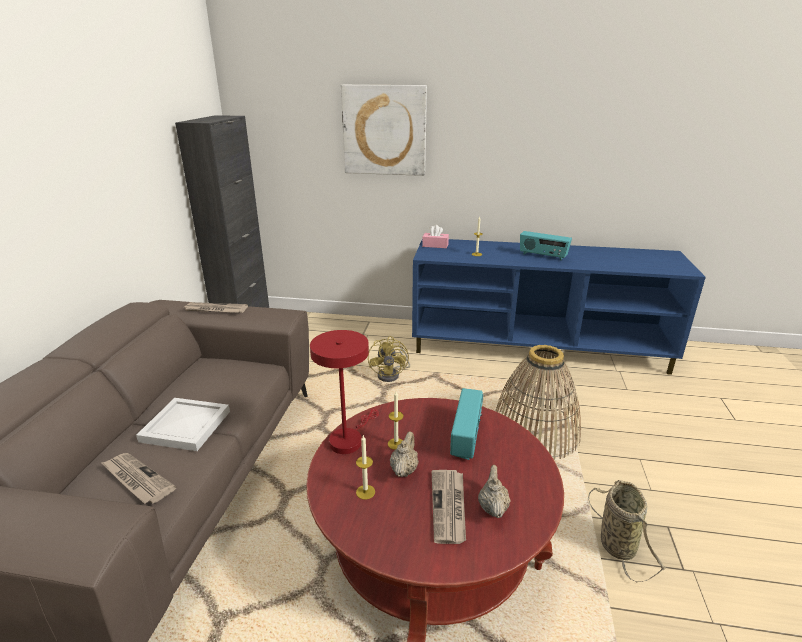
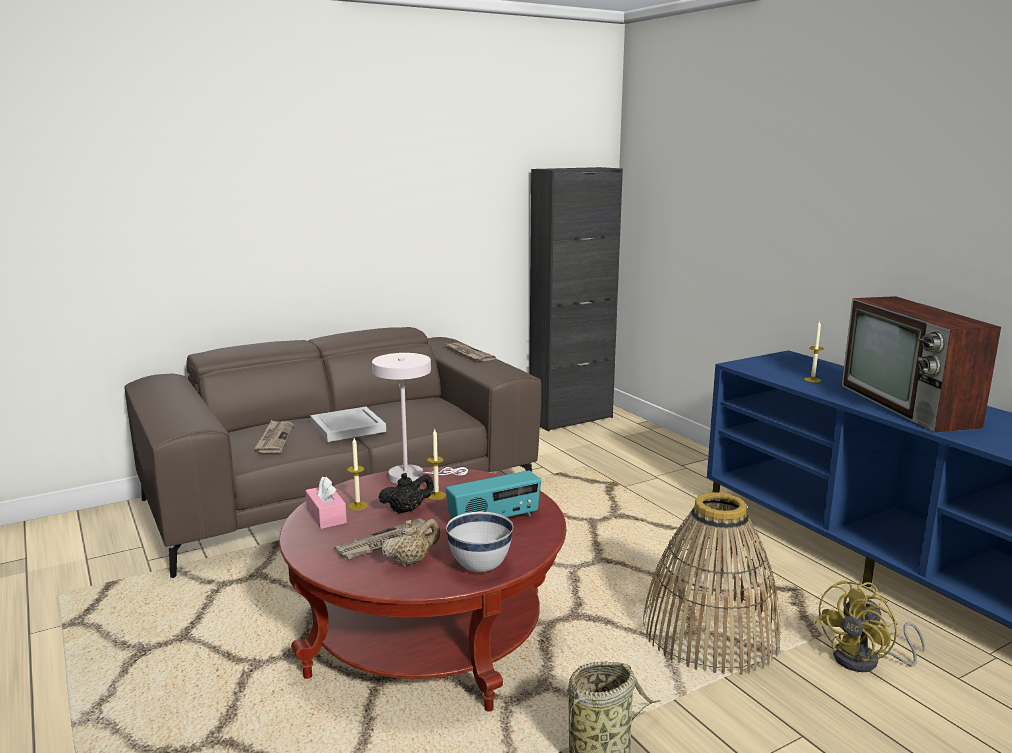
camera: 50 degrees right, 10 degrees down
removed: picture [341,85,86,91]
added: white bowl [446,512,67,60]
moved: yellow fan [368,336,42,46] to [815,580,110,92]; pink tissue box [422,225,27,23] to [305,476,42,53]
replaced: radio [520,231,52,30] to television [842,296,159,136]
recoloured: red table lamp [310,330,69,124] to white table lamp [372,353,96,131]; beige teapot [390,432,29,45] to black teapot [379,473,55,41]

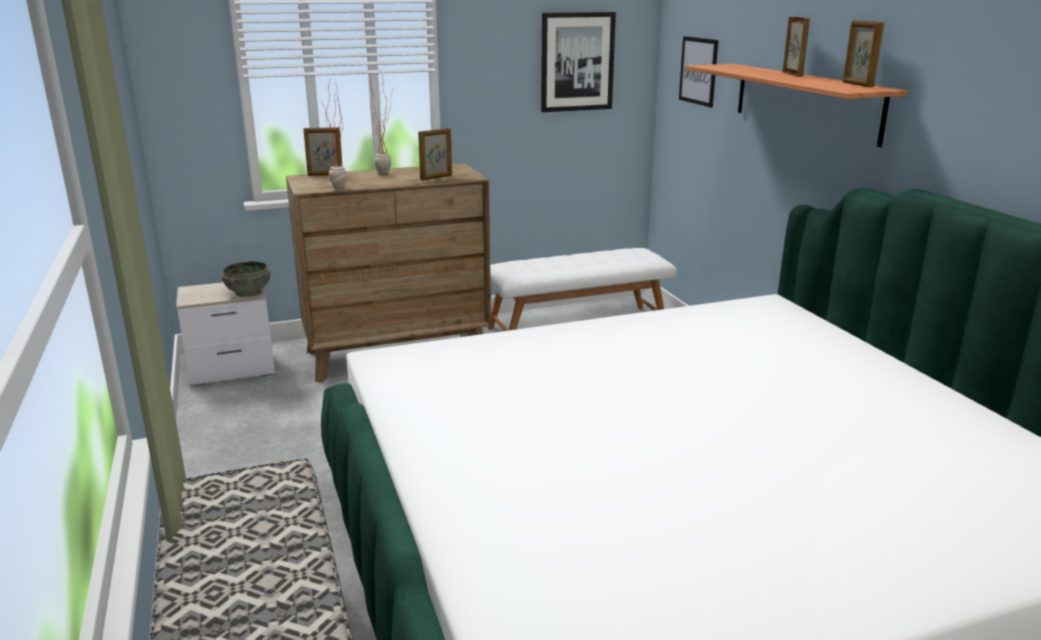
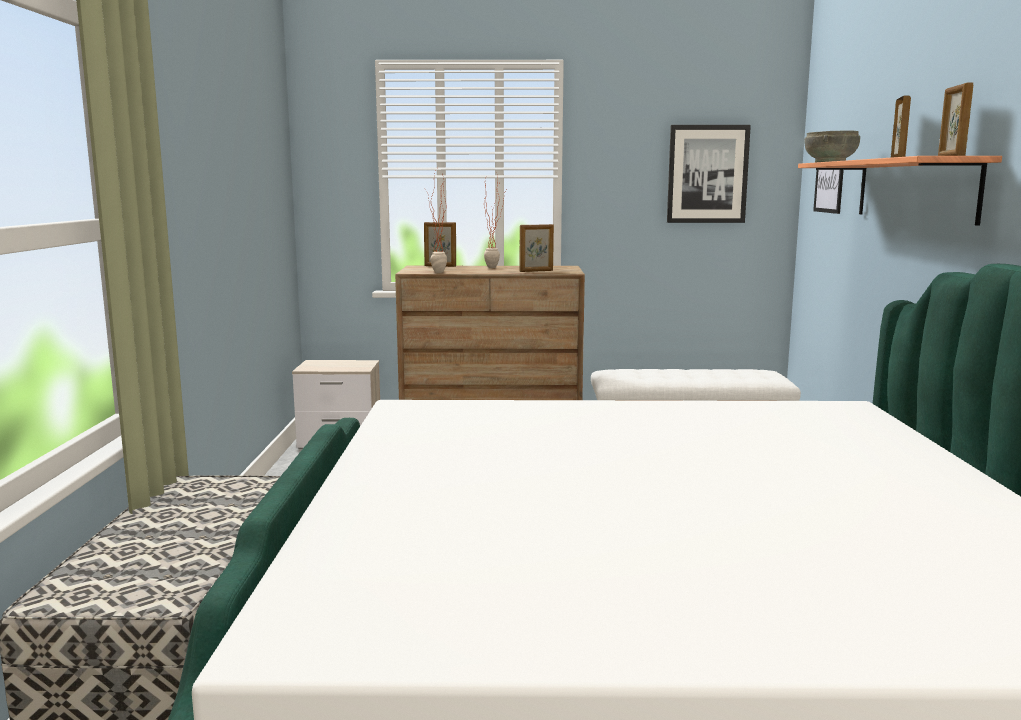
camera: 20 degrees right, 10 degrees down
moved: grey bowl [222,261,48,36] to [804,130,56,32]

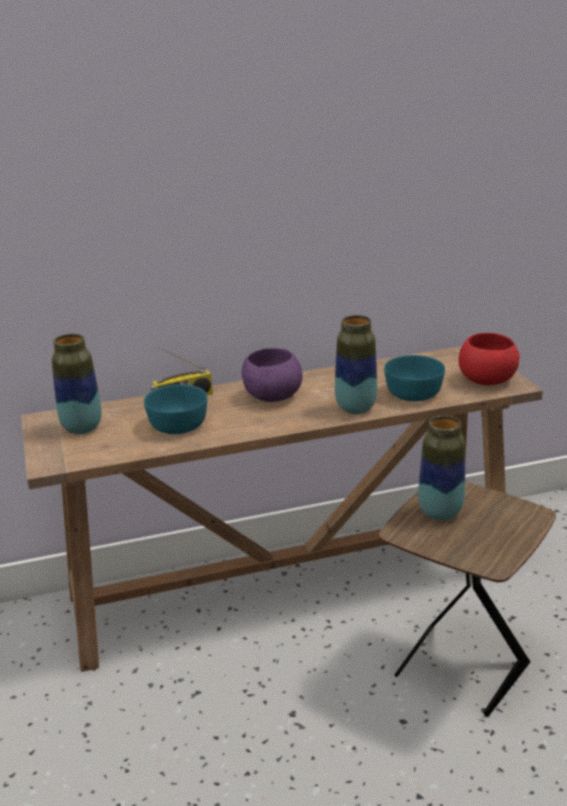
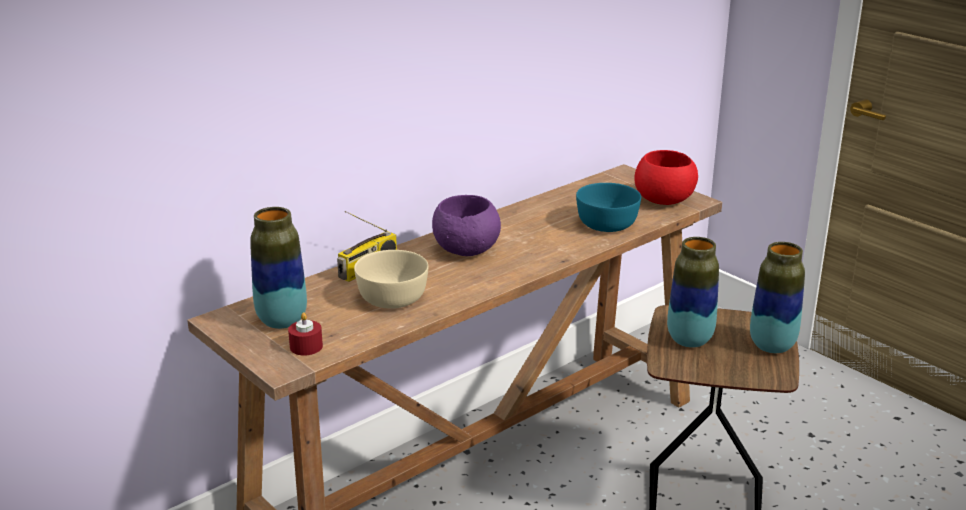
camera: 25 degrees left, 0 degrees up
added: red candle [288,313,35,43]
moved: vase [335,315,42,99] to [750,242,55,111]
recoloured: turquoise bowl [144,384,63,50] to beige bowl [354,250,74,59]

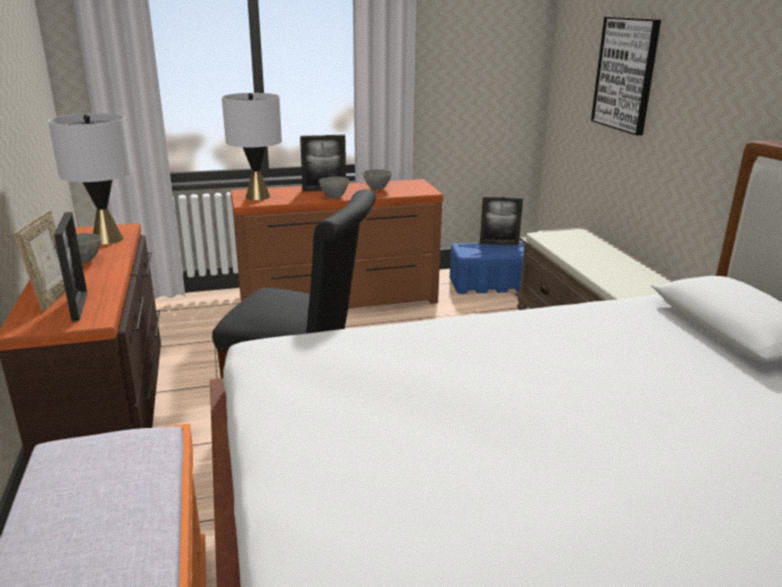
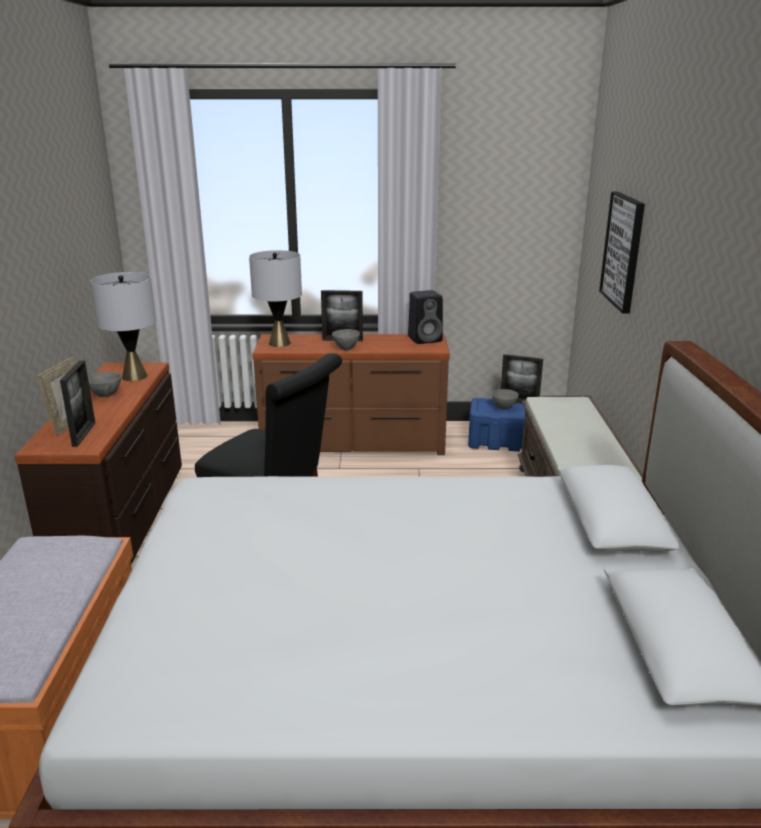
camera: 15 degrees right, 0 degrees up
added: black speaker [408,290,35,54]
moved: grey bowl [363,169,29,21] to [492,389,27,21]

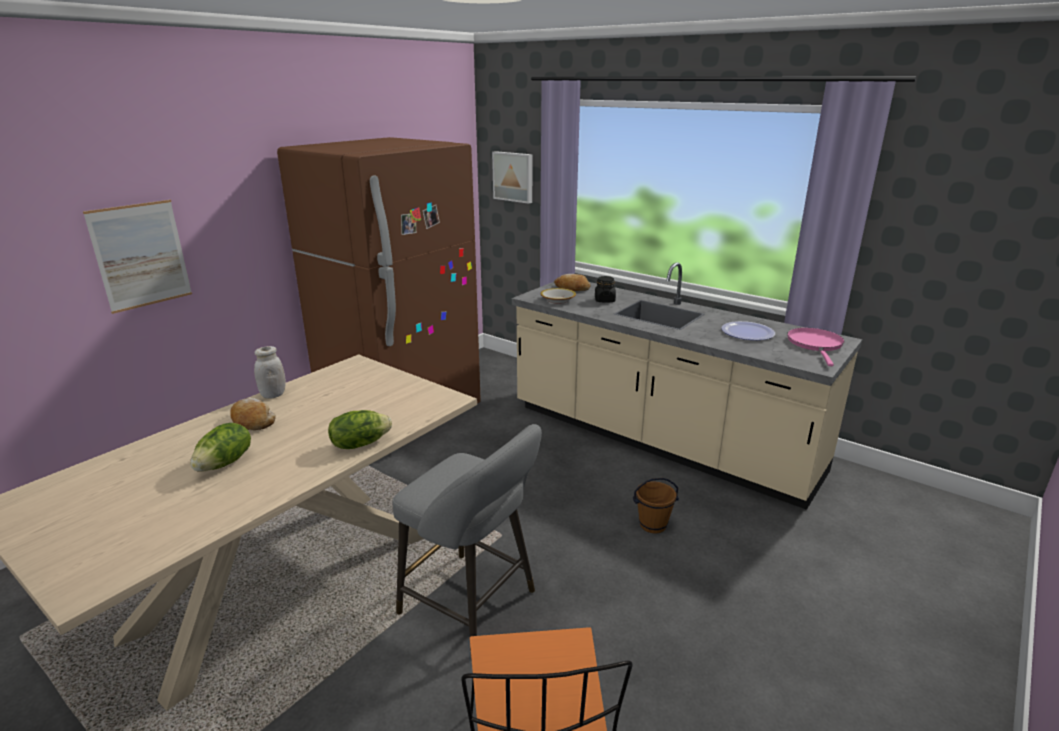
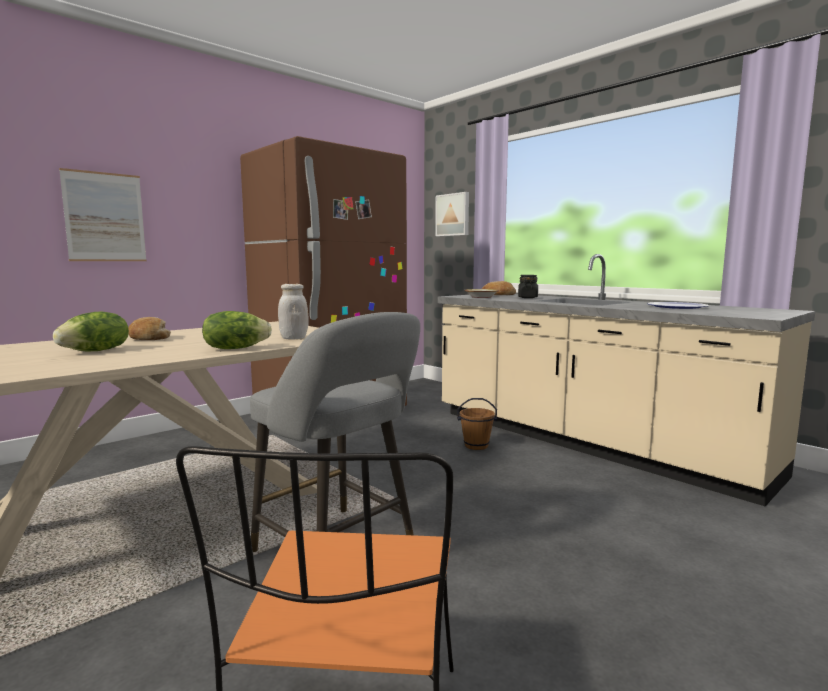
camera: 10 degrees right, 15 degrees down
removed: pink frying pan [787,328,57,38]
moved: white jar [254,346,32,53] to [278,284,31,56]; brown bucket [633,478,46,55] to [457,398,40,52]

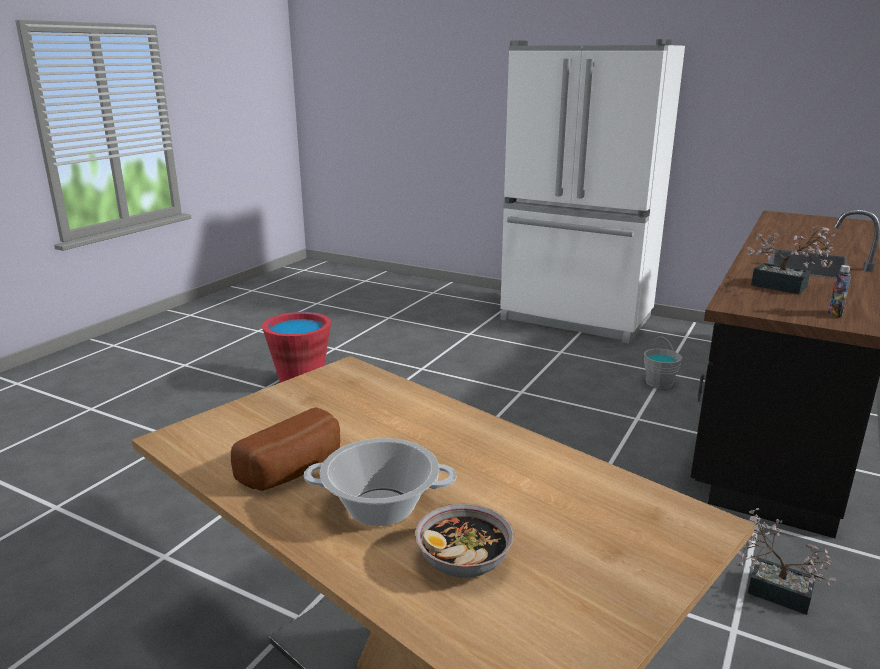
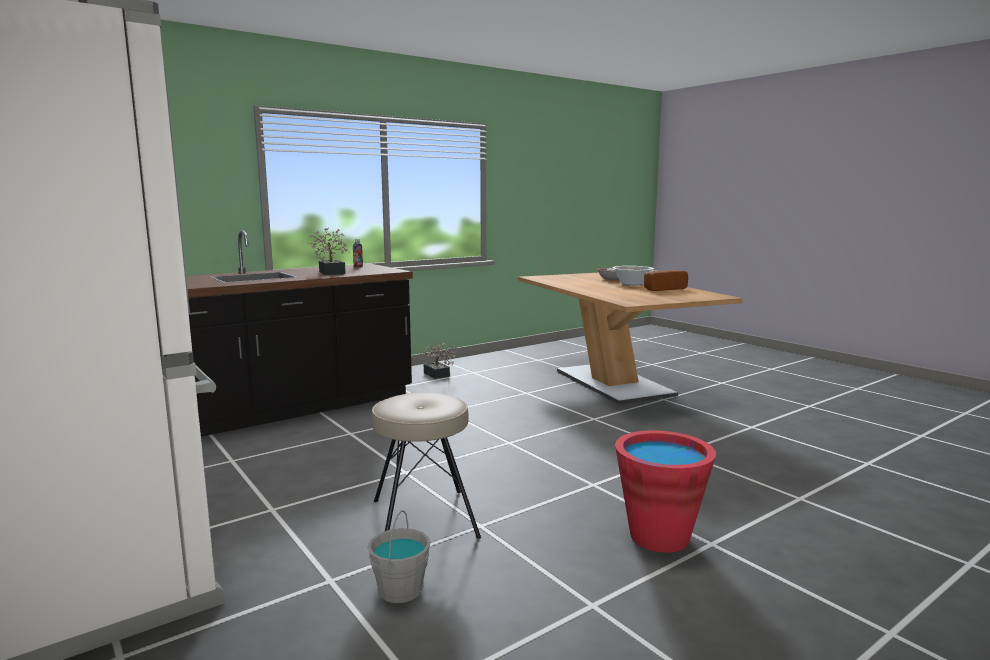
camera: 155 degrees left, 10 degrees down
added: beige stool [372,393,109,146]
moved: grey bucket [644,336,38,53] to [368,511,62,92]

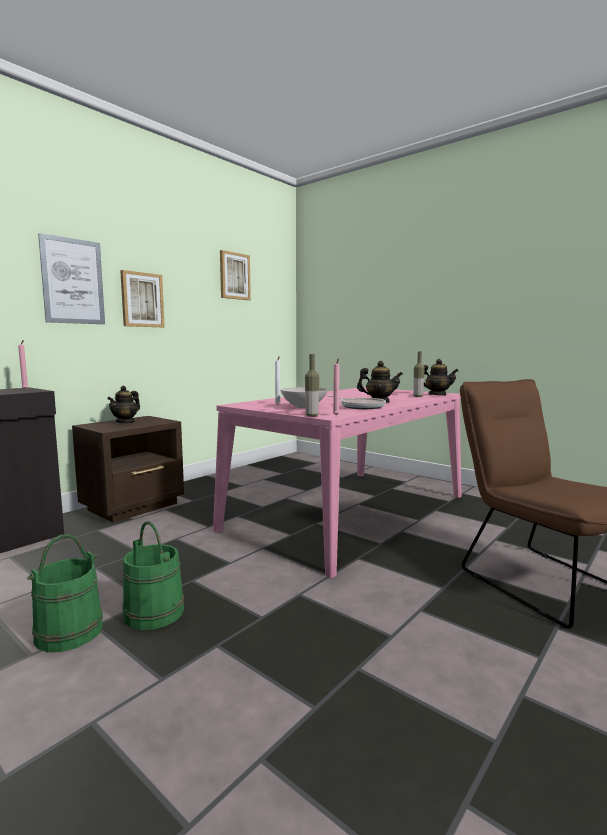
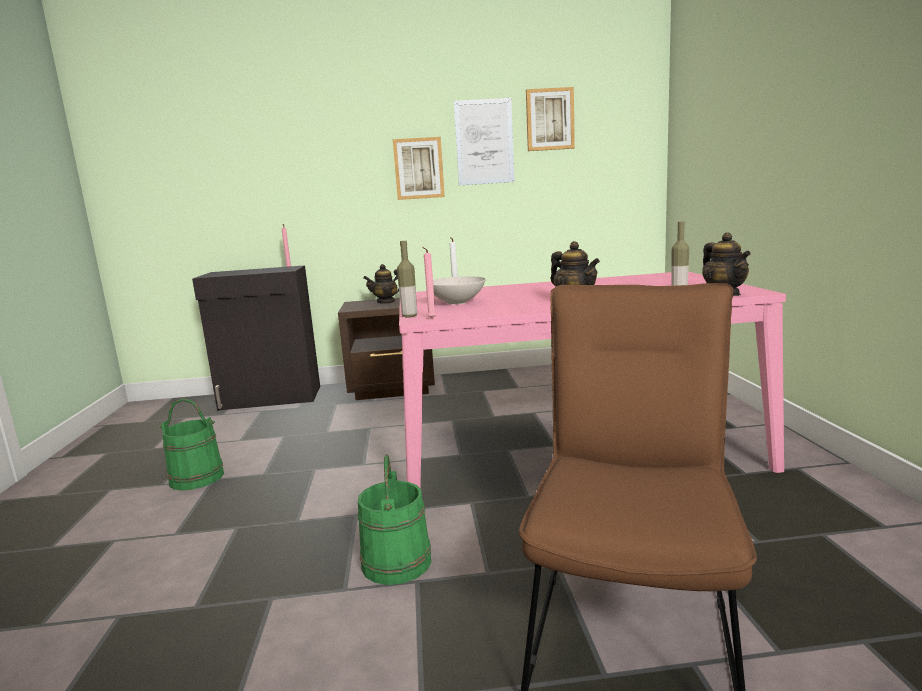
camera: 45 degrees right, 5 degrees up
removed: frying pan [328,395,58,14]
moved: picture [38,233,67,91] to [454,98,61,87]; green bucket [122,521,62,109] to [358,454,73,131]

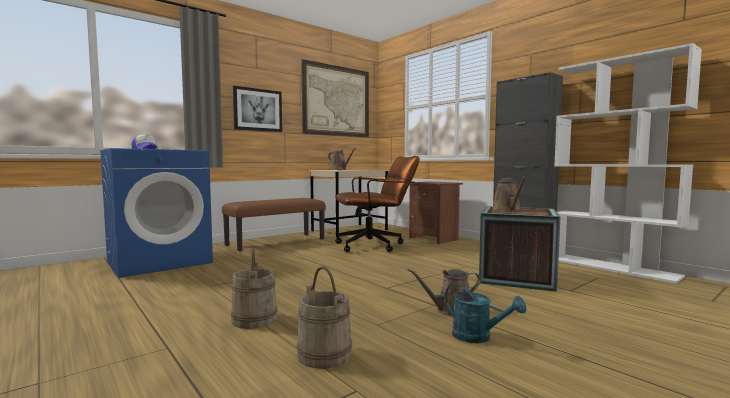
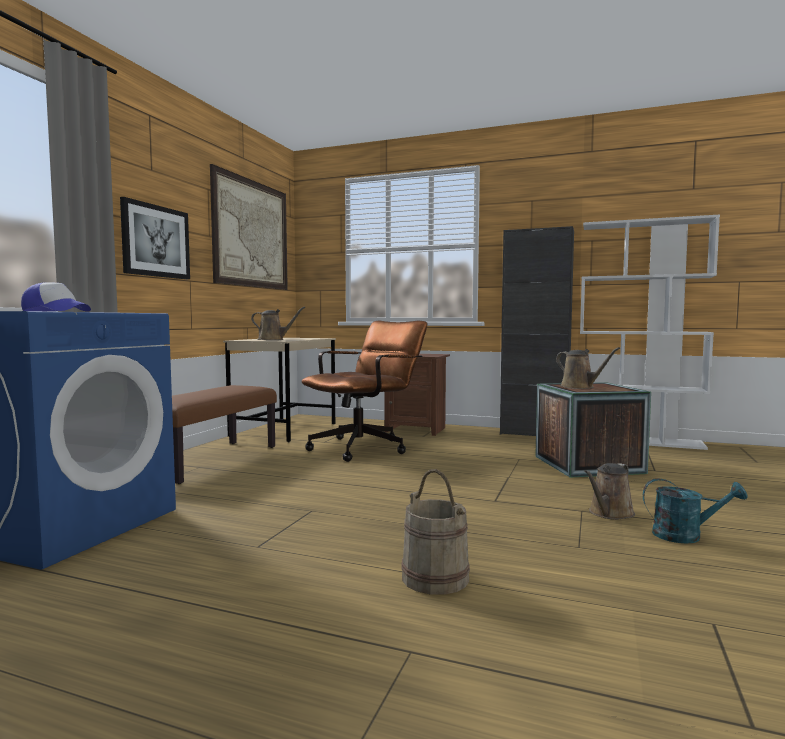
camera: 30 degrees left, 0 degrees up
removed: beige bucket [296,266,56,103]

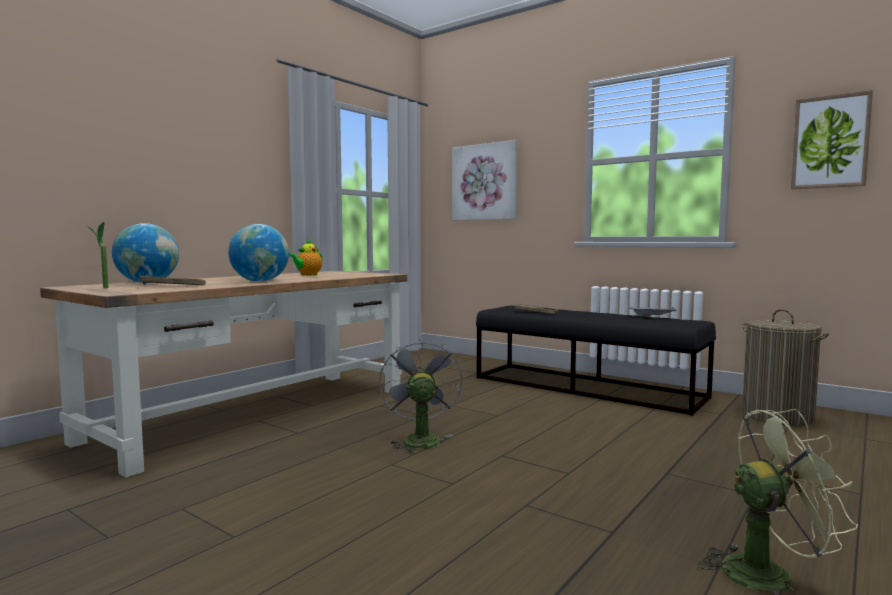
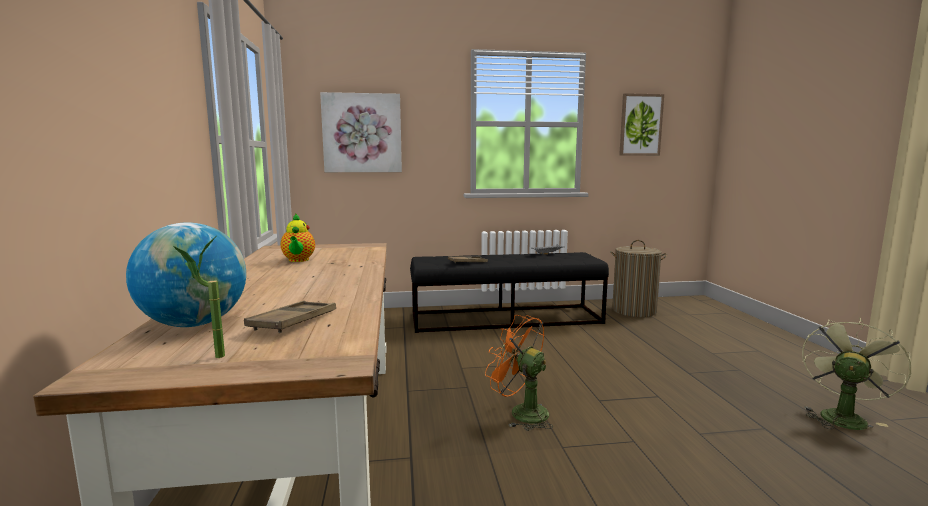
camera: 45 degrees left, 5 degrees up
removed: globe [228,224,61,58]
recoloured: grey fan [379,338,84,115] to orange fan [485,315,68,116]

